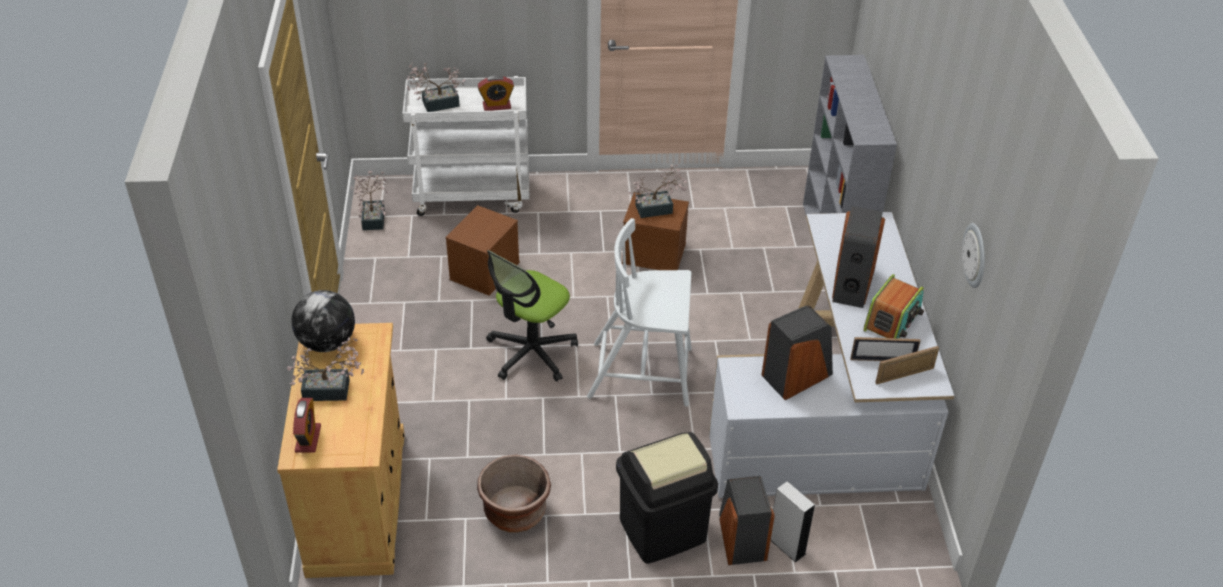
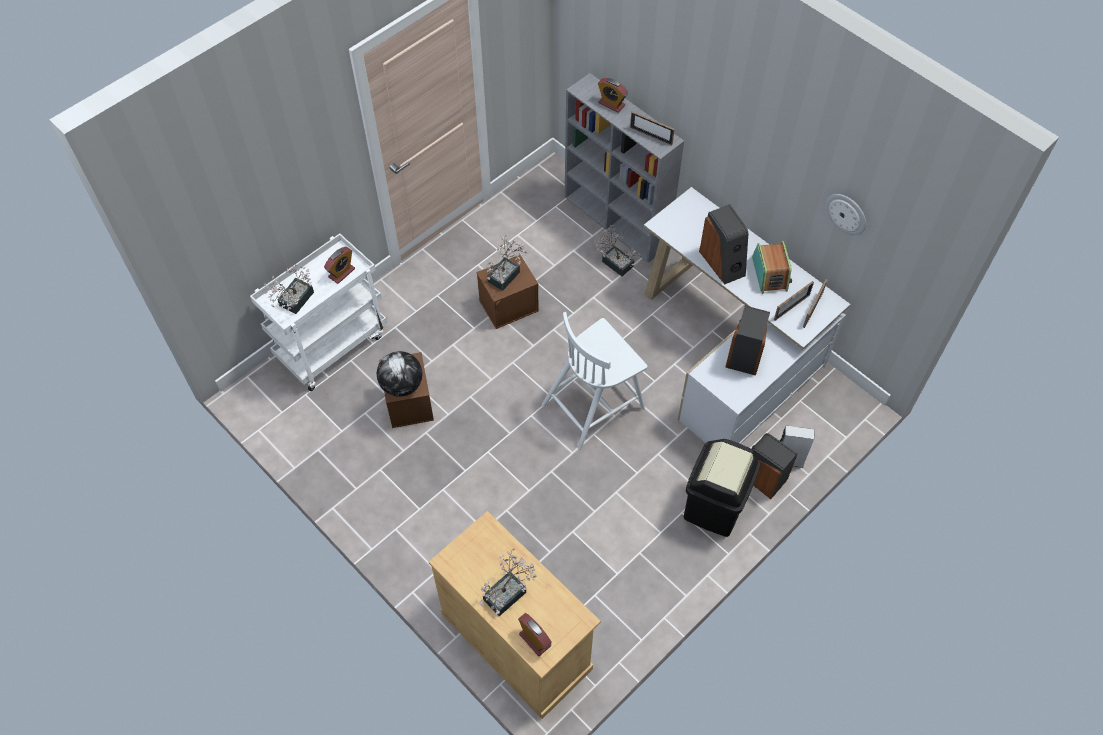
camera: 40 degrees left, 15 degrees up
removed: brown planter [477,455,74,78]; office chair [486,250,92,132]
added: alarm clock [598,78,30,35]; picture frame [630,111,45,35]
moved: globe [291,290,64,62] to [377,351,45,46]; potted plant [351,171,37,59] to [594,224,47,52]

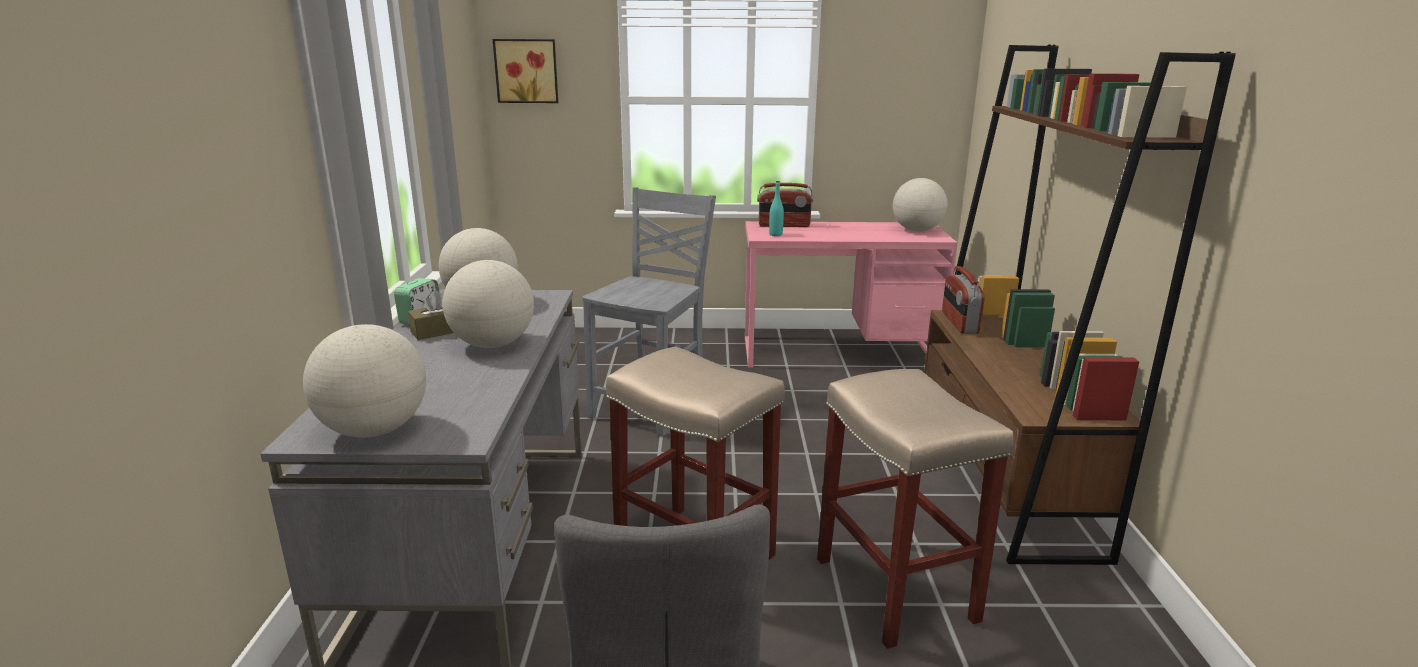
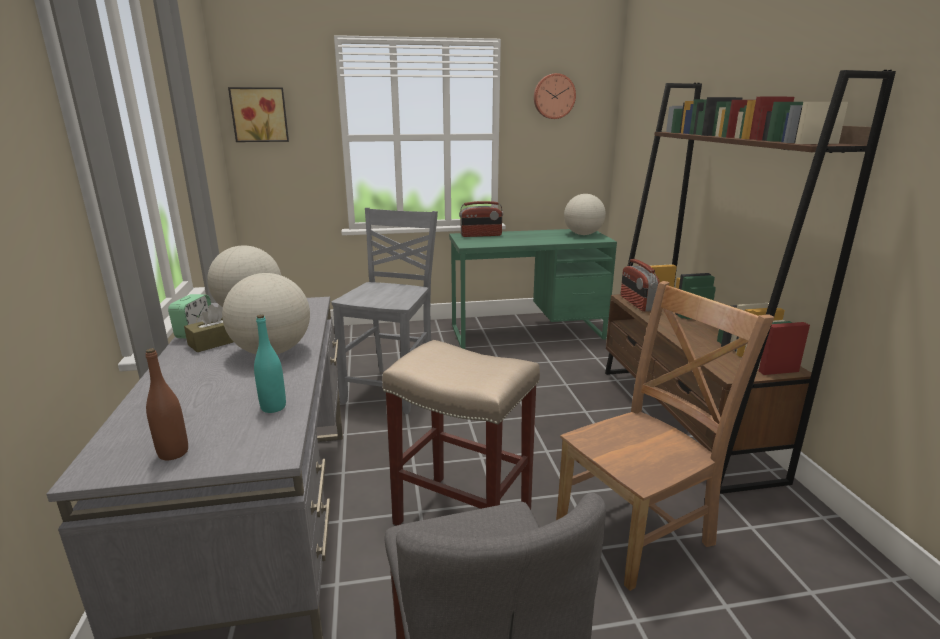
camera: 10 degrees left, 0 degrees up
added: wall clock [534,73,42,46]
moved: turquoise bottle [769,181,15,55] to [254,314,32,99]
replaced: globe [303,324,123,114] to brown bottle [145,348,43,112]; beige stool [817,369,197,280] to brown chair [556,281,218,310]
recoloured: pink desk [745,221,212,147] to green desk [449,229,168,120]

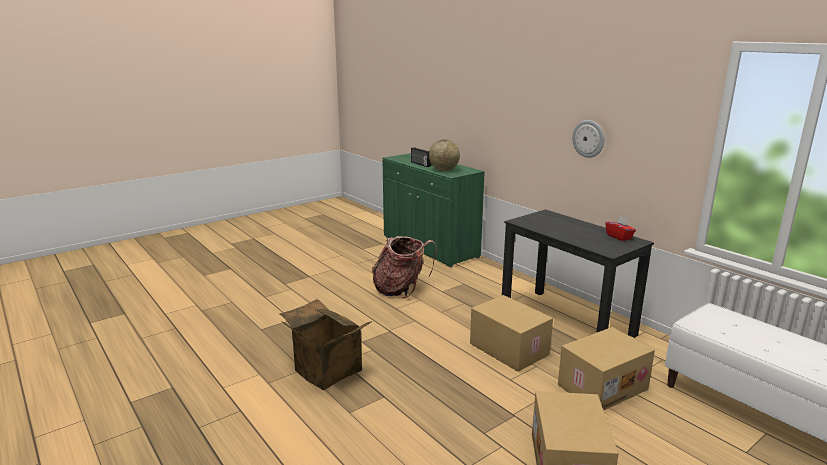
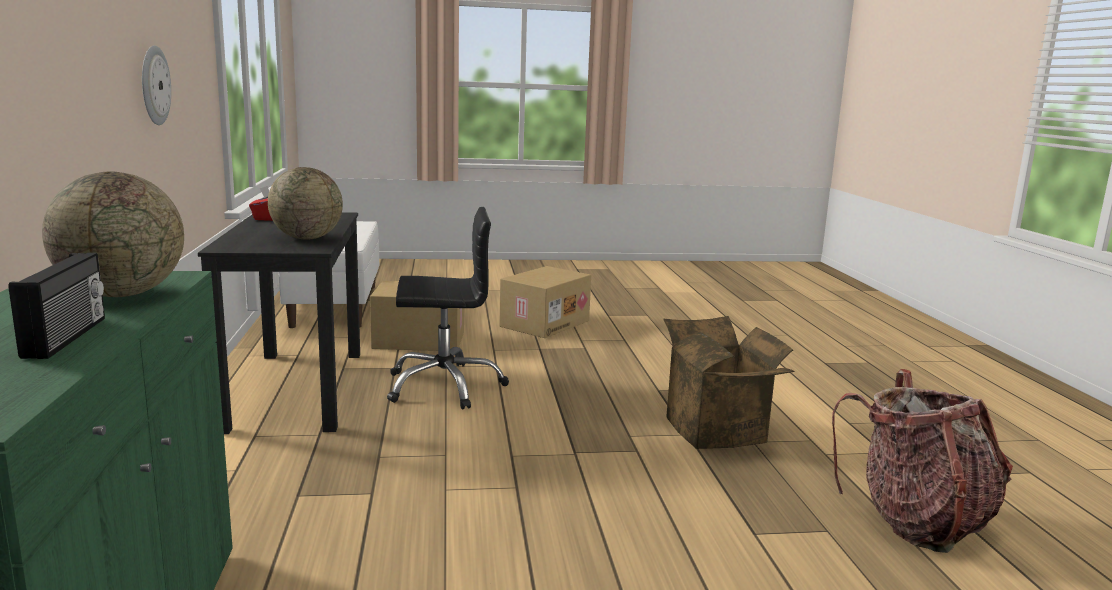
camera: 150 degrees left, 5 degrees down
added: globe [268,167,75,73]
moved: backpack [372,236,65,62] to [832,369,181,184]
replaced: cardboard box [470,295,83,77] to black office chair [387,207,122,203]

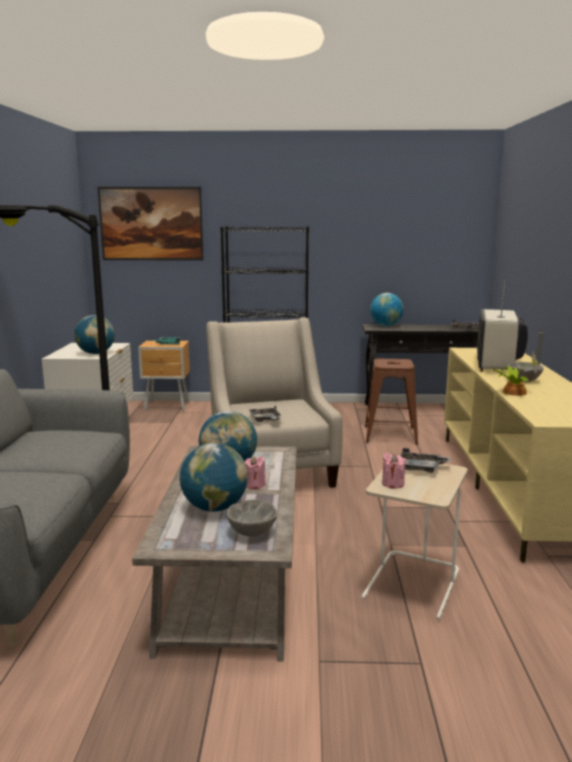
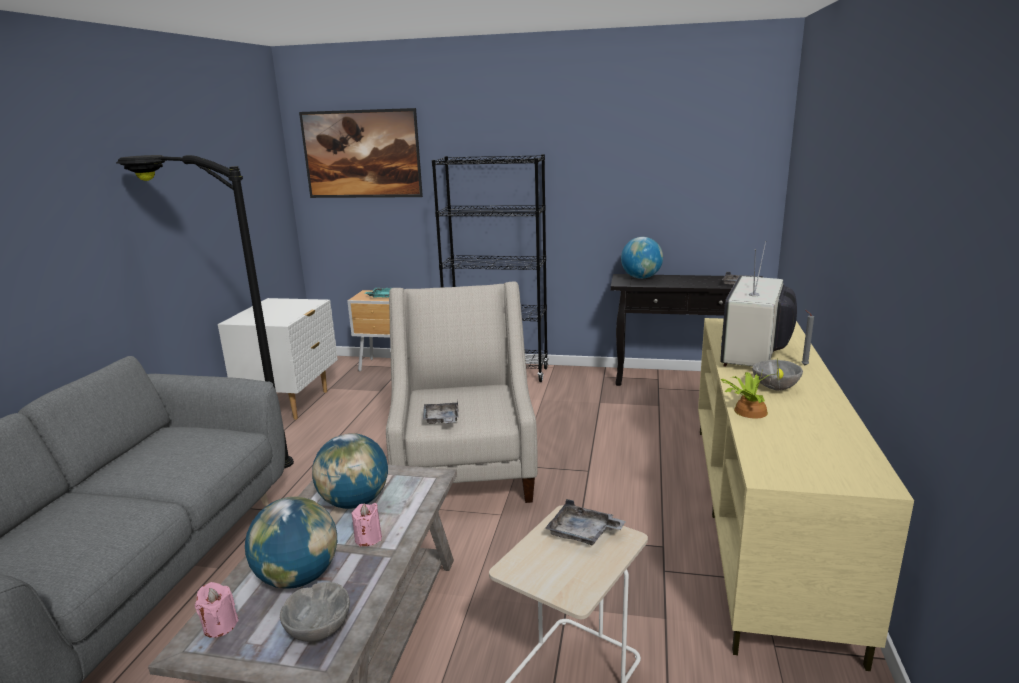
camera: 10 degrees right, 5 degrees up
removed: globe [74,315,41,39]; brown stool [365,359,53,86]
moved: pink candle [382,453,23,36] to [195,582,44,56]

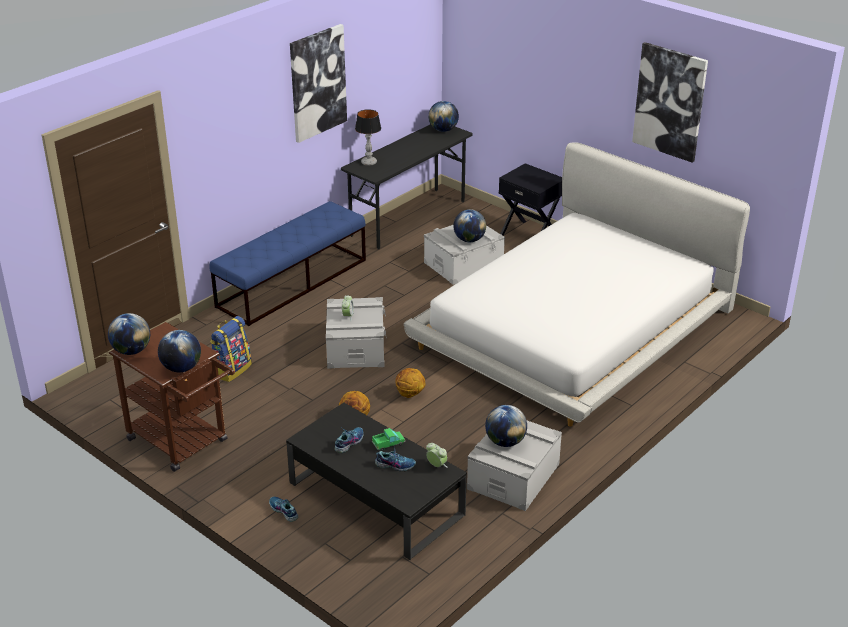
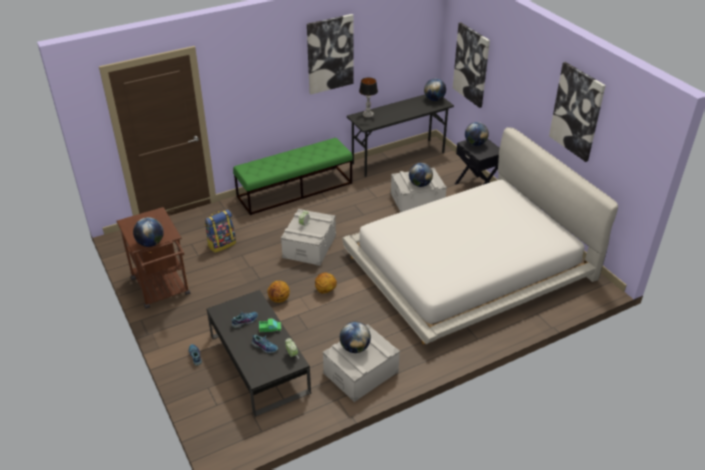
camera: 20 degrees right, 5 degrees up
added: picture [453,22,37,86]
moved: globe [108,313,42,42] to [465,122,24,24]
recoloured: blue bench [210,201,156,125] to green bench [233,138,120,77]

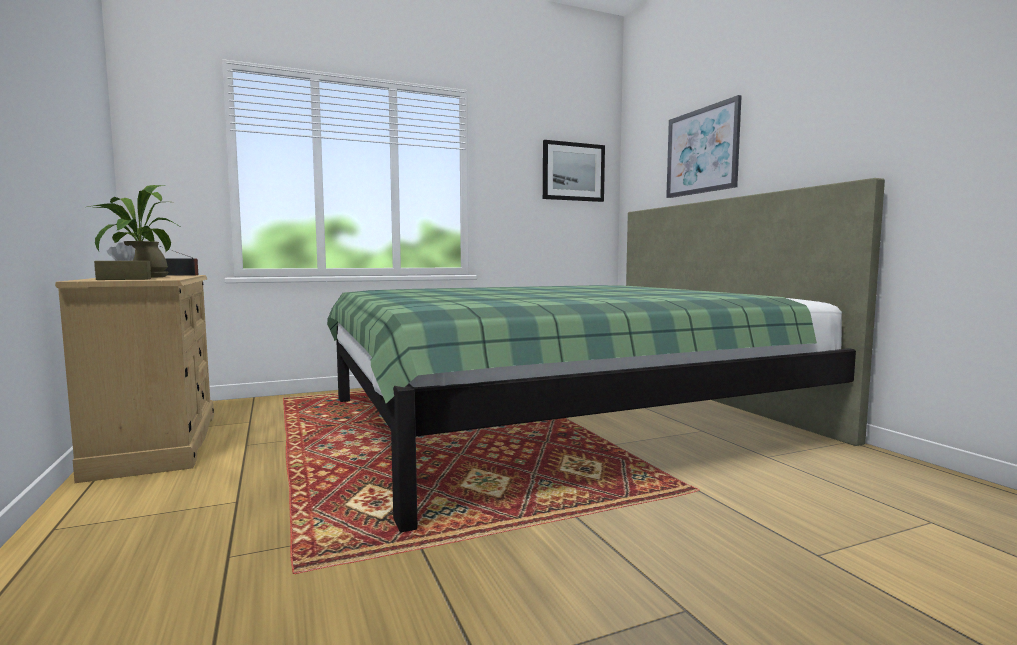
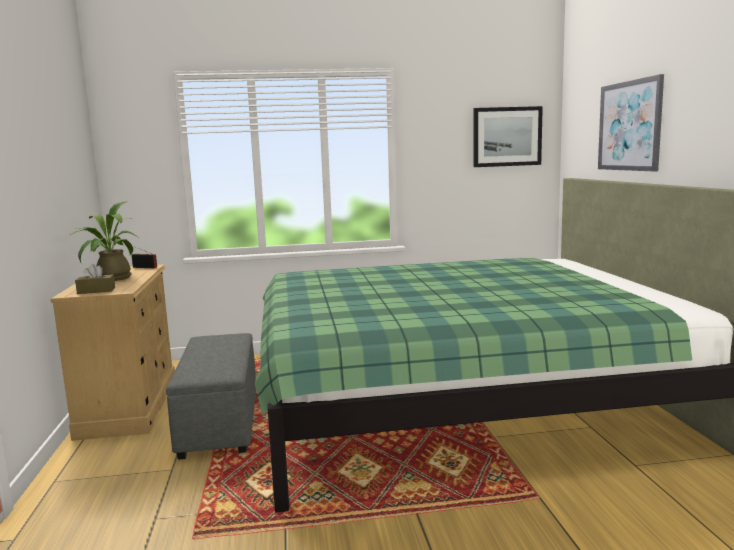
camera: 15 degrees right, 5 degrees up
added: grey ottoman [166,333,90,127]

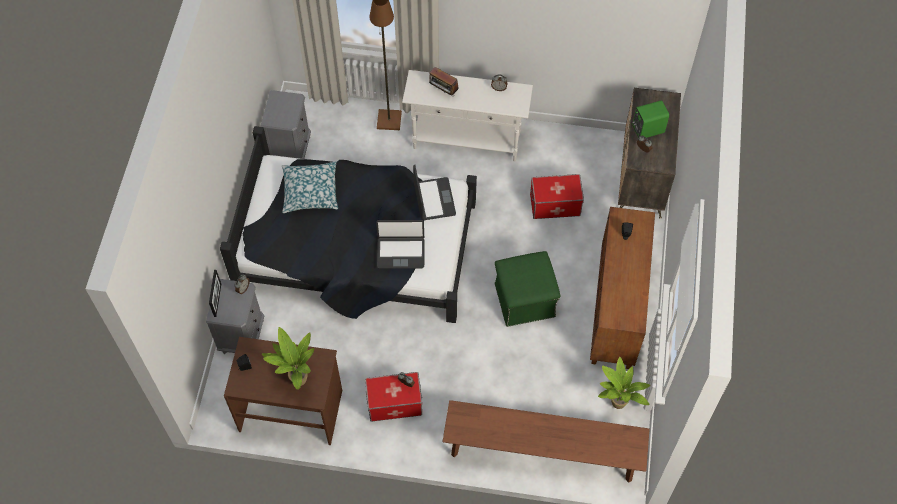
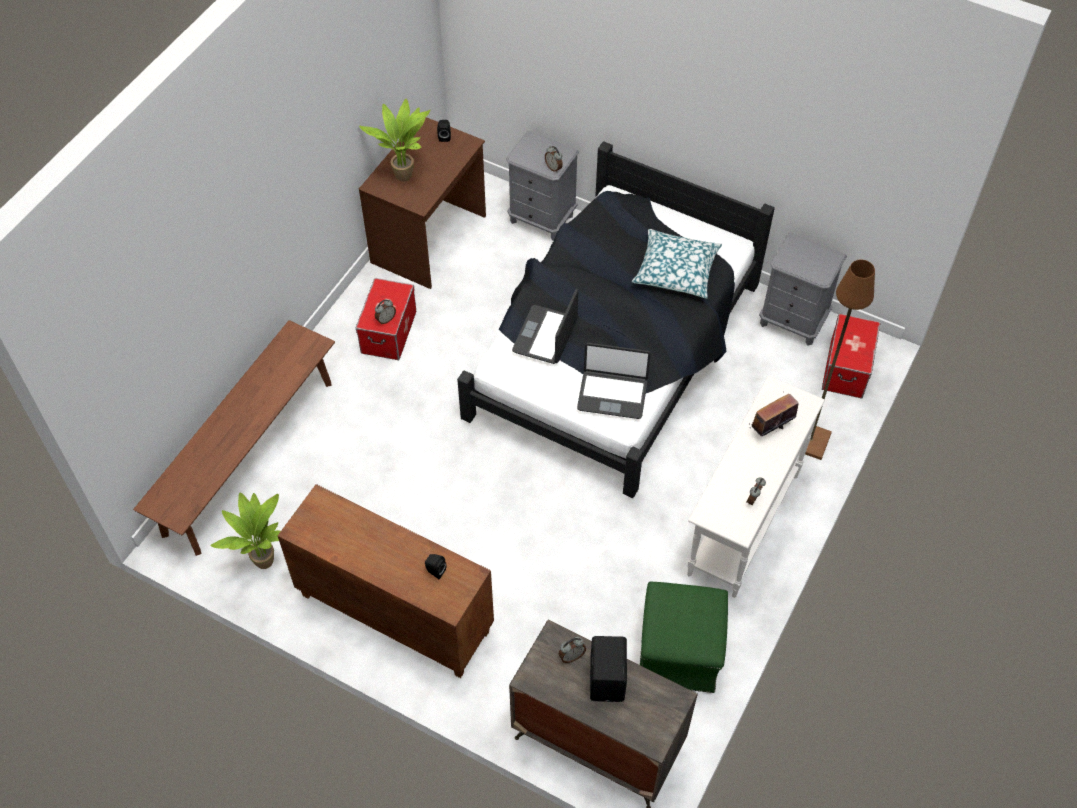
camera: 110 degrees right, 5 degrees down
removed: picture frame [209,270,12,47]
moved: green ottoman [495,251,65,76] to [640,582,88,111]; storage box [530,174,54,45] to [822,313,58,86]
recoloured: green speaker [633,100,36,38] to black speaker [590,636,37,66]

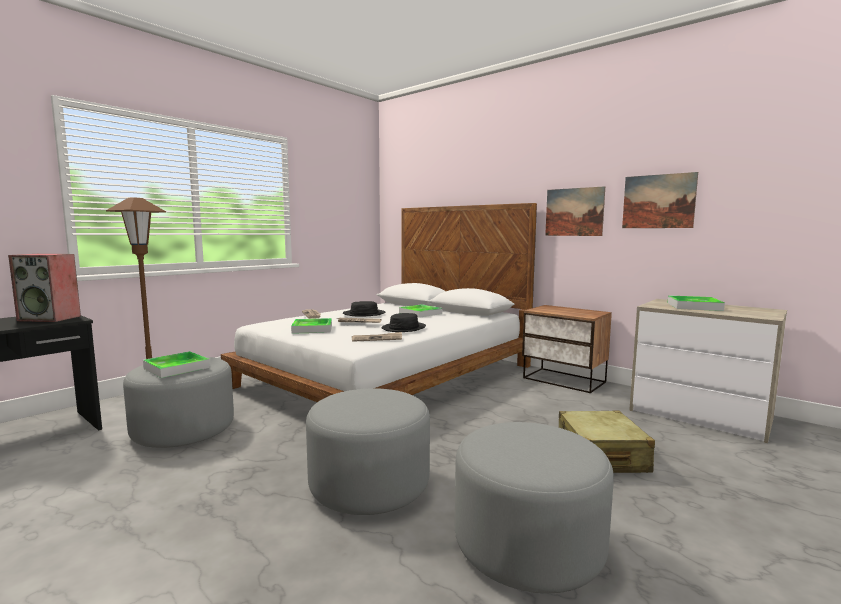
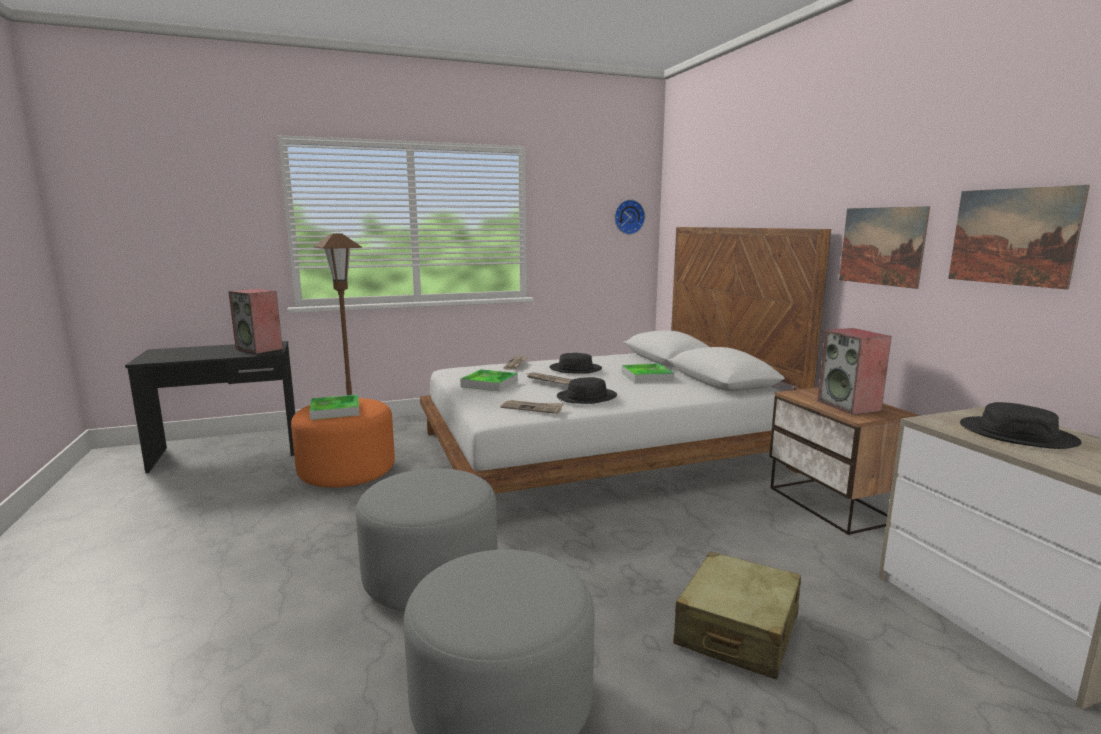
camera: 30 degrees right, 5 degrees up
added: wall clock [615,200,30,35]; speaker [817,328,75,87]
replaced: tray [668,295,57,16] to black hat [960,402,122,47]
recoloured: grey ottoman [123,356,111,92] to orange ottoman [291,398,104,90]

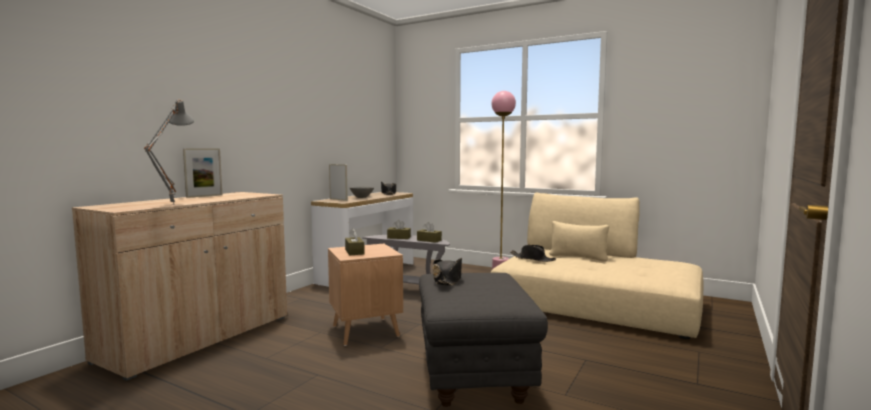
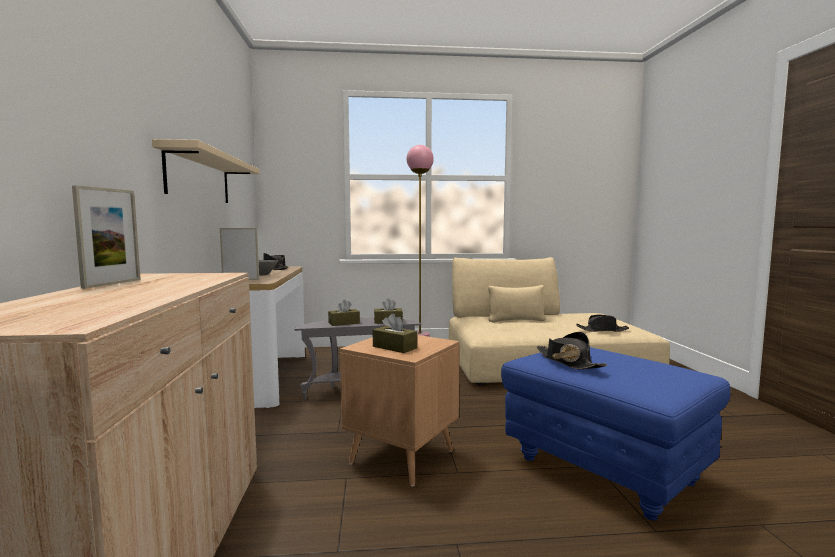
camera: 35 degrees left, 0 degrees up
removed: grey table lamp [144,100,50,105]
added: beige shelf [152,139,108,64]
moved: black hat [510,245,46,17] to [576,315,53,17]
recoloured: grey ottoman [419,273,129,134] to blue ottoman [501,347,230,174]

